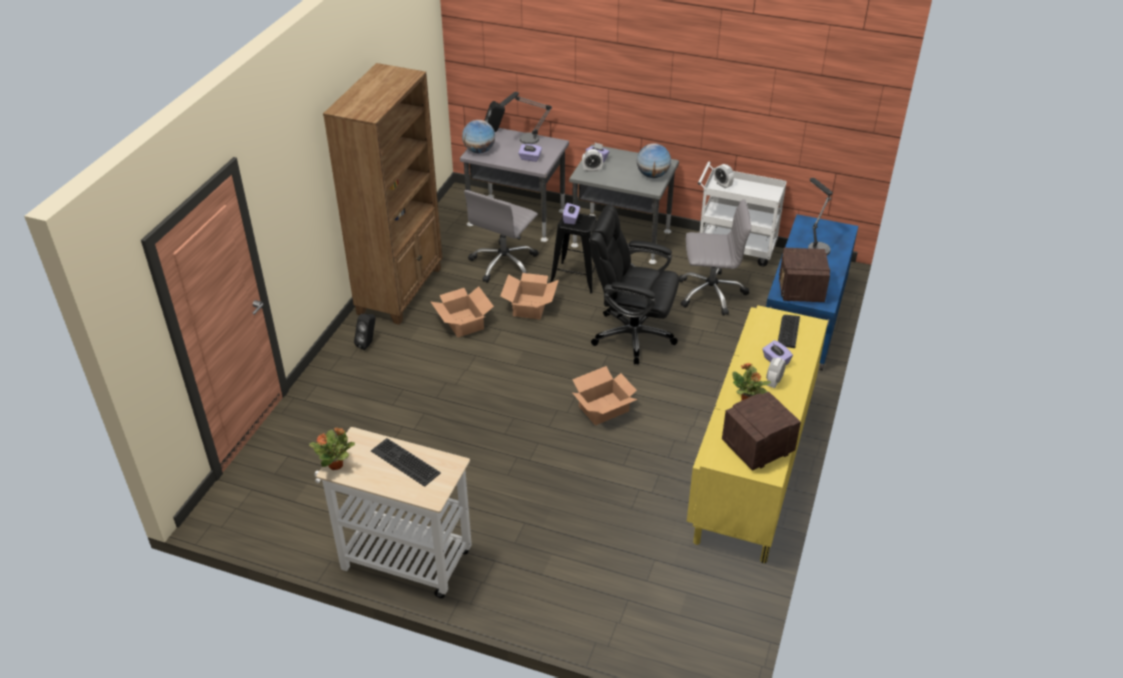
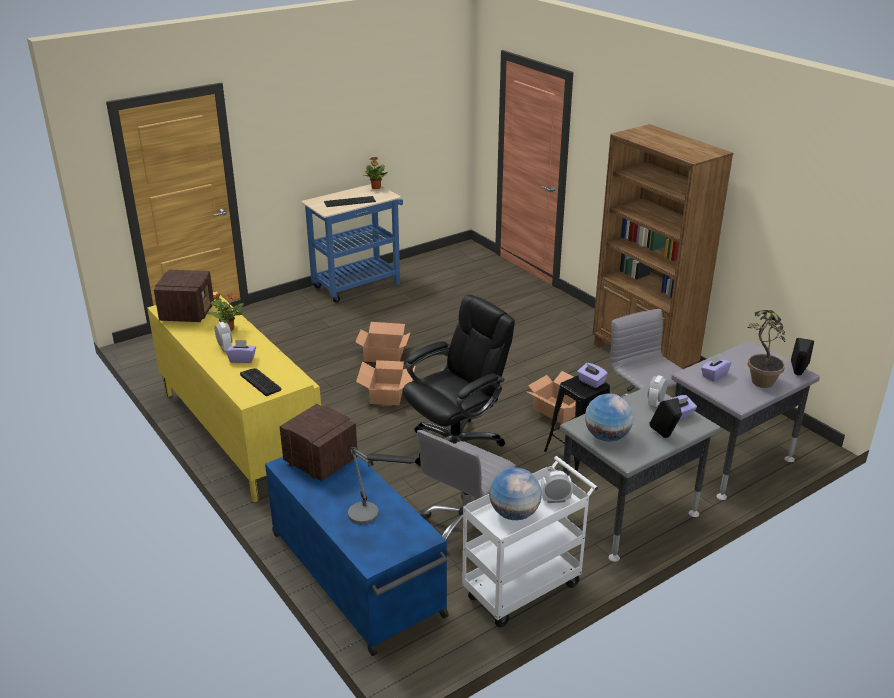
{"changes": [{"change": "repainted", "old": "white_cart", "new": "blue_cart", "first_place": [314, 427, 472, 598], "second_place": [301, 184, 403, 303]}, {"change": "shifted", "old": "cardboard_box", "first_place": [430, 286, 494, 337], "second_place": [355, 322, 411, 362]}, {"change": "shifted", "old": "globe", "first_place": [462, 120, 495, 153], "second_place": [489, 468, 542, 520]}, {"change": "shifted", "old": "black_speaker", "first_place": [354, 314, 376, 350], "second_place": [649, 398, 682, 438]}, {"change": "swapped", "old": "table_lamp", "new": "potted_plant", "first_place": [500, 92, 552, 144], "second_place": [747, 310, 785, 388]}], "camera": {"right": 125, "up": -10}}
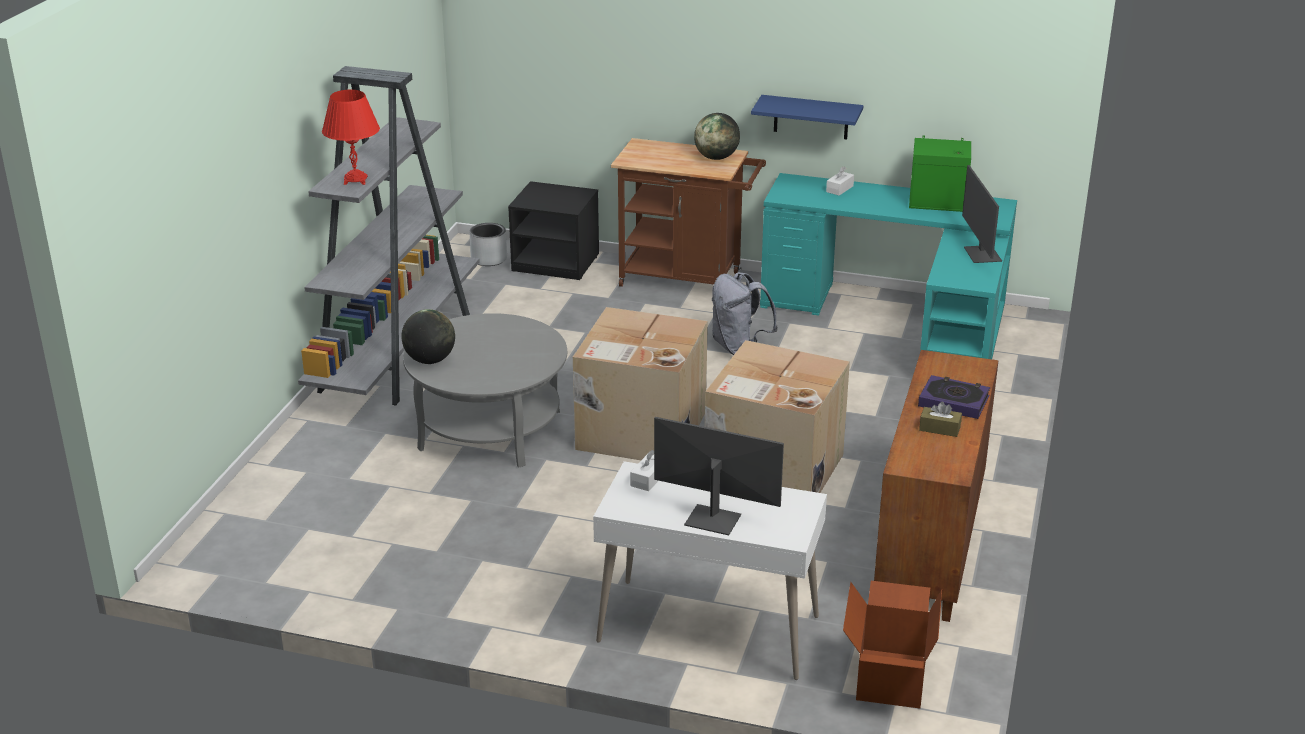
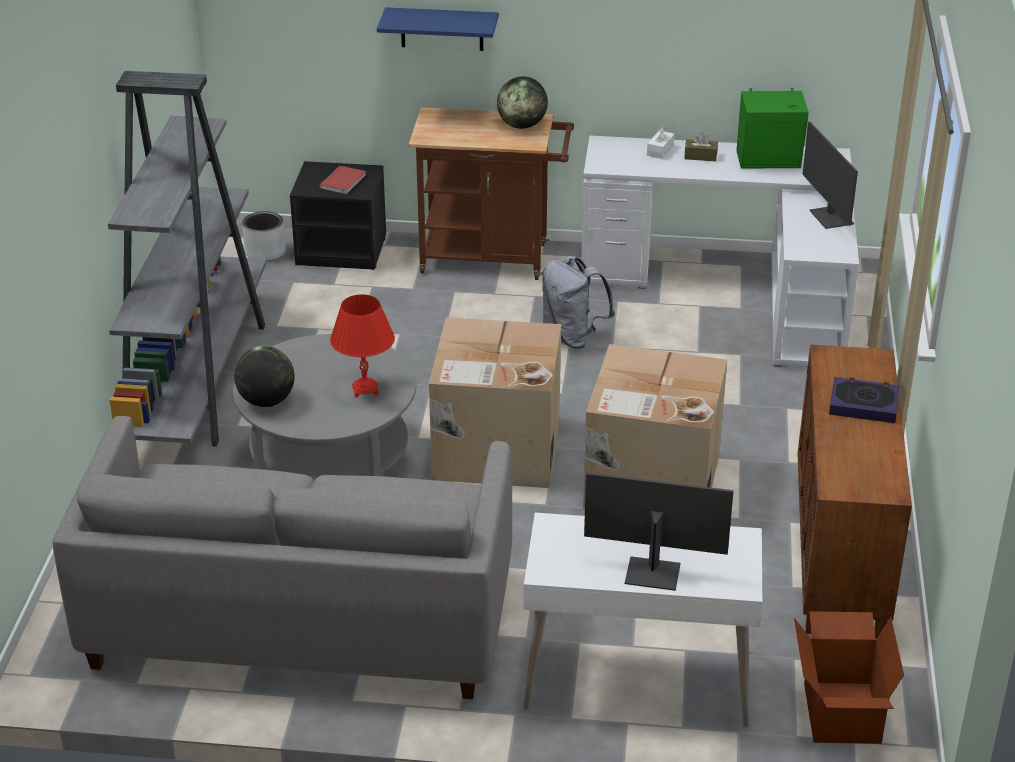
{"changes": [{"change": "new", "new": "grey_sofa", "second_place": [52, 416, 512, 699]}, {"change": "new", "new": "red_book", "second_place": [319, 166, 366, 194]}, {"change": "shifted", "old": "red_table_lamp", "first_place": [322, 90, 380, 185], "second_place": [330, 294, 395, 398]}, {"change": "shifted", "old": "blue_shelf", "first_place": [751, 95, 863, 140], "second_place": [377, 7, 499, 51]}, {"change": "repainted", "old": "turquoise_desk", "new": "white_desk", "first_place": [760, 173, 1017, 359], "second_place": [581, 136, 859, 367]}, {"change": "shifted", "old": "brown_tissue_box", "first_place": [919, 401, 962, 437], "second_place": [684, 133, 718, 161]}, {"change": "gone", "old": "white_tissue_box", "first_place": [630, 450, 658, 491]}], "camera": {"right": -10, "up": 5}}
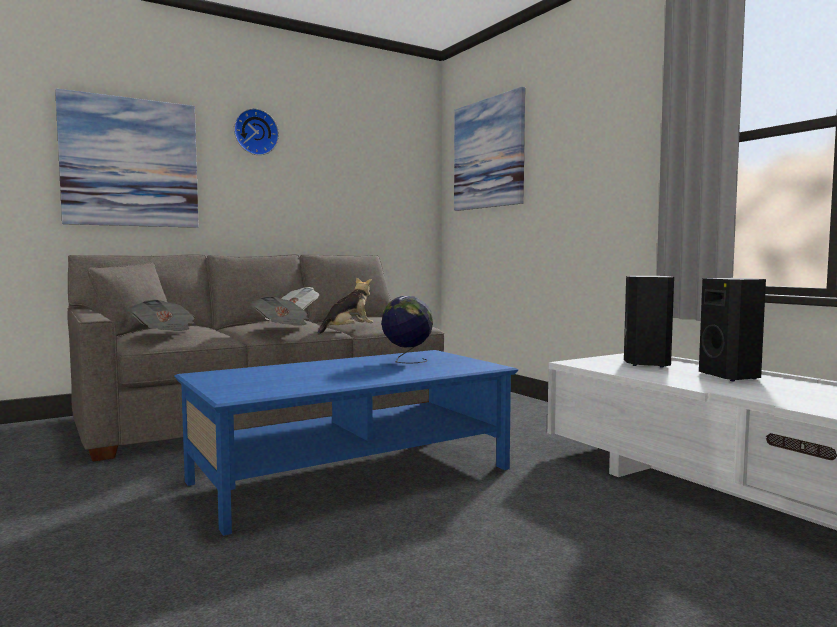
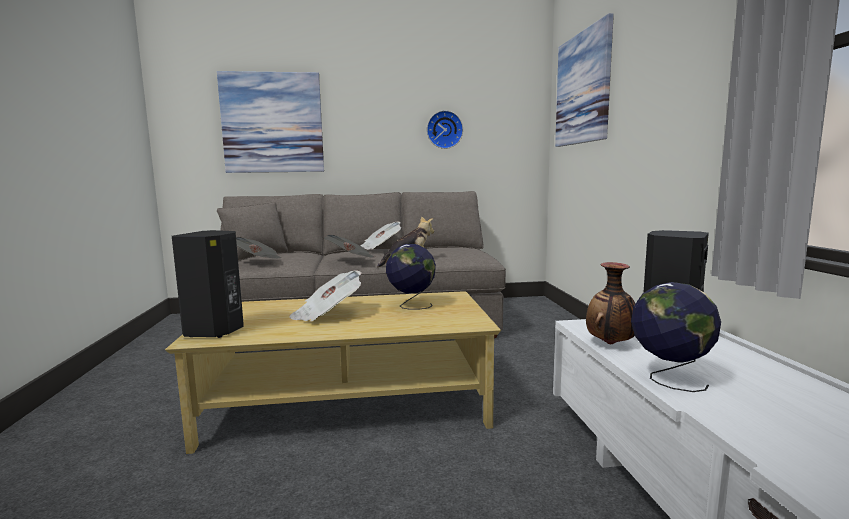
{"changes": [{"change": "repainted", "old": "blue_coffee_table", "new": "beige_coffee_table", "first_place": [174, 350, 518, 536], "second_place": [165, 291, 501, 454]}, {"change": "shifted", "old": "black_speaker", "first_place": [699, 278, 766, 381], "second_place": [172, 230, 243, 338]}, {"change": "new", "new": "newspaper", "second_place": [289, 270, 362, 321]}, {"change": "shifted", "old": "wall_clock", "first_place": [234, 108, 279, 155], "second_place": [427, 110, 463, 149]}, {"change": "new", "new": "vase", "second_place": [586, 262, 635, 344]}, {"change": "new", "new": "globe", "second_place": [631, 282, 721, 392]}], "camera": {"right": 25, "up": 5}}
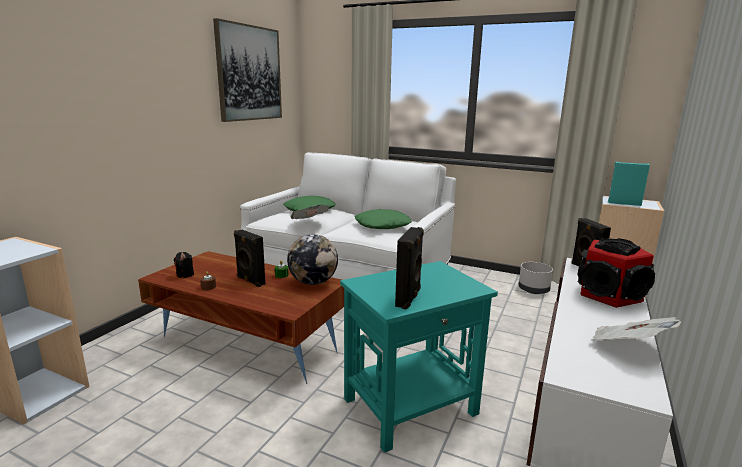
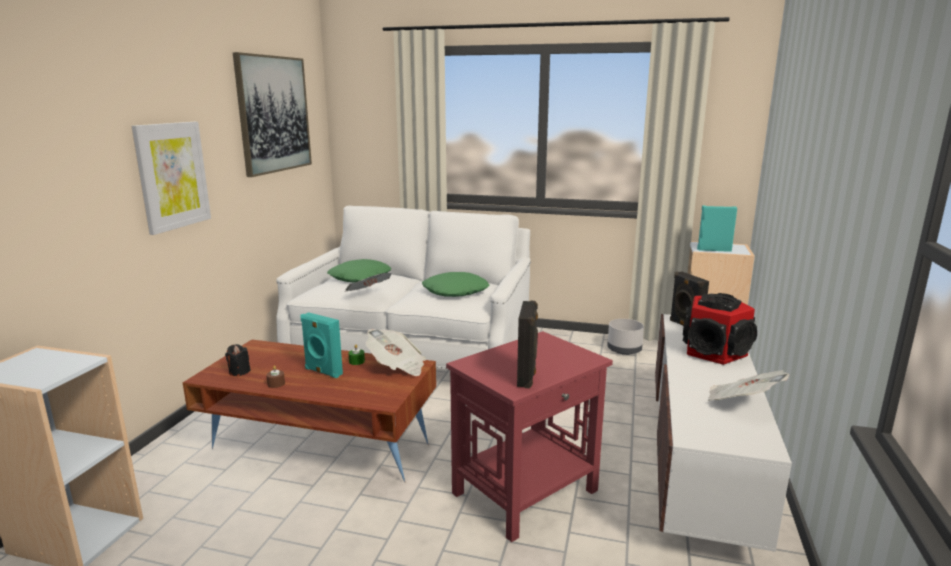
{"changes": [{"change": "new", "new": "picture", "second_place": [132, 122, 211, 235]}, {"change": "repainted", "old": "black_speaker", "new": "turquoise_speaker", "first_place": [234, 230, 266, 287], "second_place": [301, 312, 343, 378]}, {"change": "swapped", "old": "globe", "new": "newspaper", "first_place": [287, 234, 338, 285], "second_place": [366, 329, 426, 376]}, {"change": "repainted", "old": "turquoise_side_table", "new": "red_side_table", "first_place": [340, 261, 498, 453], "second_place": [446, 331, 613, 542]}], "camera": {"right": -10, "up": 0}}
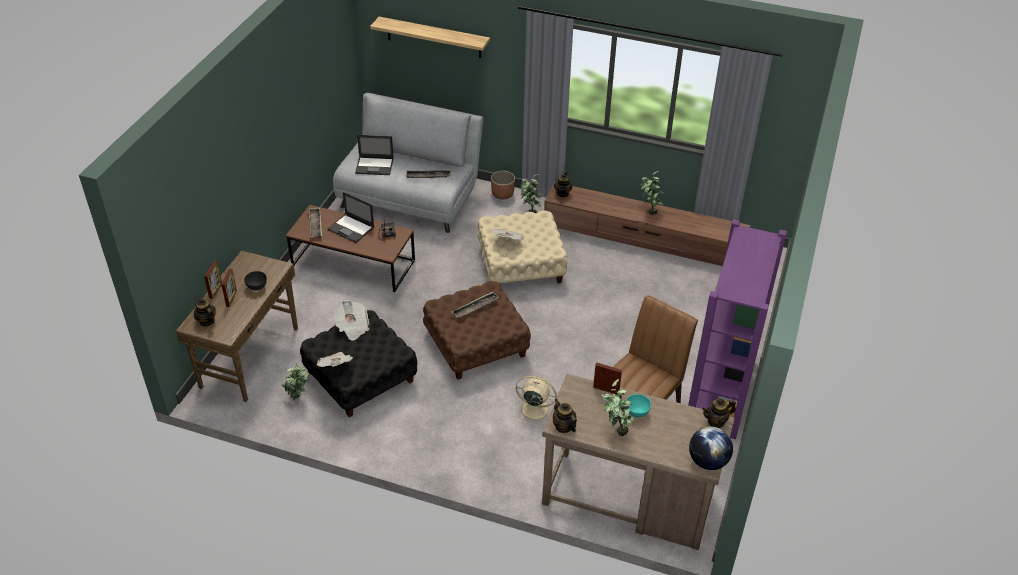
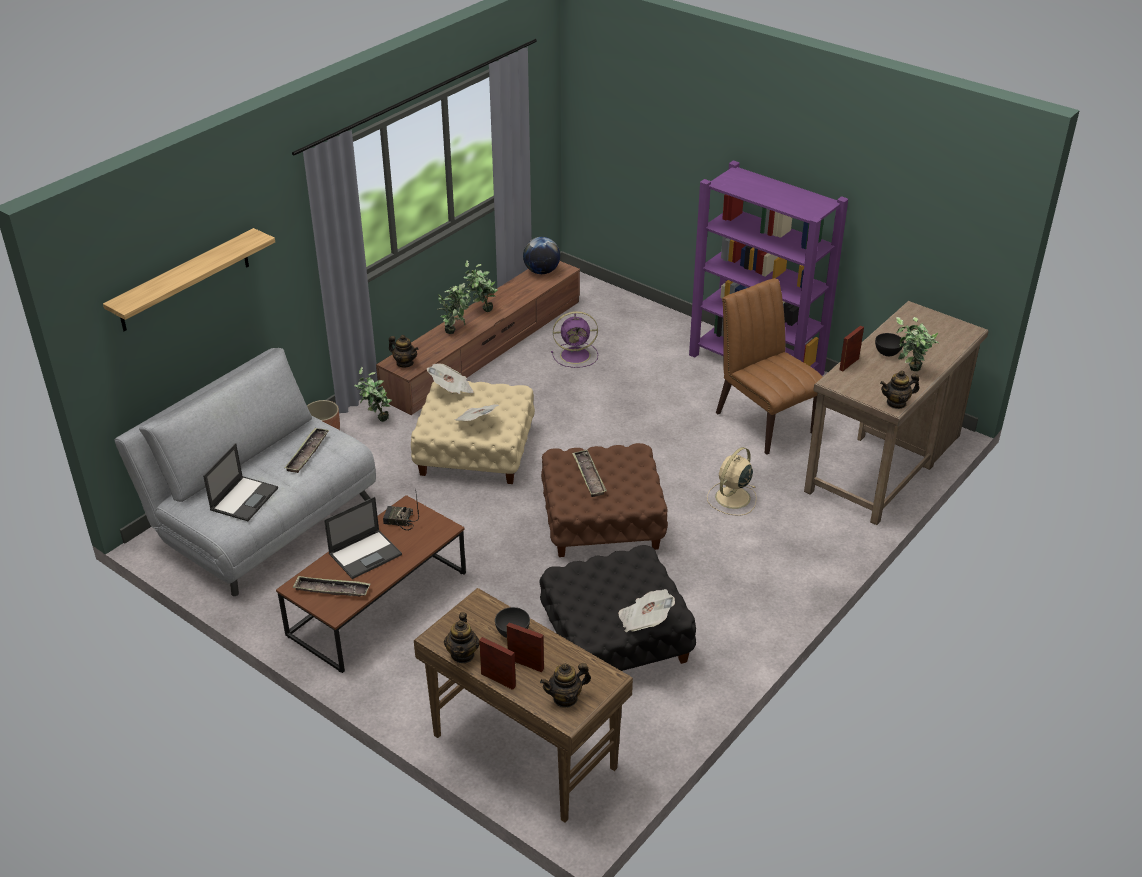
{"changes": [{"change": "shifted", "old": "newspaper", "first_place": [334, 300, 369, 341], "second_place": [427, 363, 474, 394]}, {"change": "shifted", "old": "potted_plant", "first_place": [281, 363, 309, 400], "second_place": [437, 283, 471, 334]}, {"change": "shifted", "old": "teapot", "first_place": [702, 398, 736, 428], "second_place": [444, 612, 479, 663]}, {"change": "shifted", "old": "globe", "first_place": [689, 426, 733, 470], "second_place": [523, 237, 560, 274]}, {"change": "new", "new": "purple_fan", "second_place": [551, 311, 598, 368]}, {"change": "repainted", "old": "turquoise_bowl", "new": "black_bowl", "first_place": [627, 394, 651, 417], "second_place": [875, 333, 904, 356]}], "camera": {"right": -70, "up": -5}}
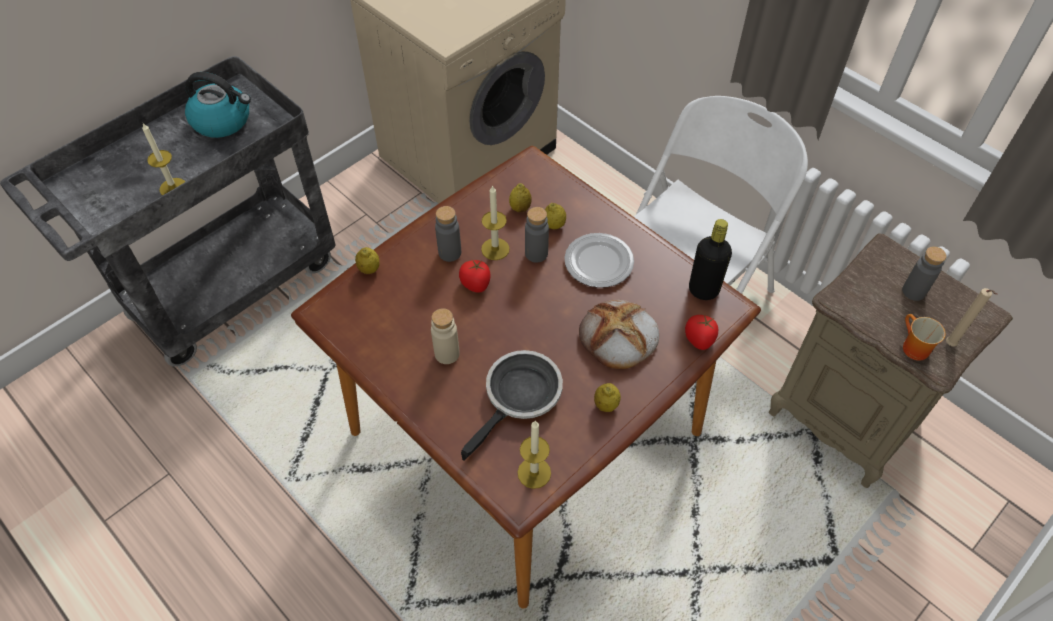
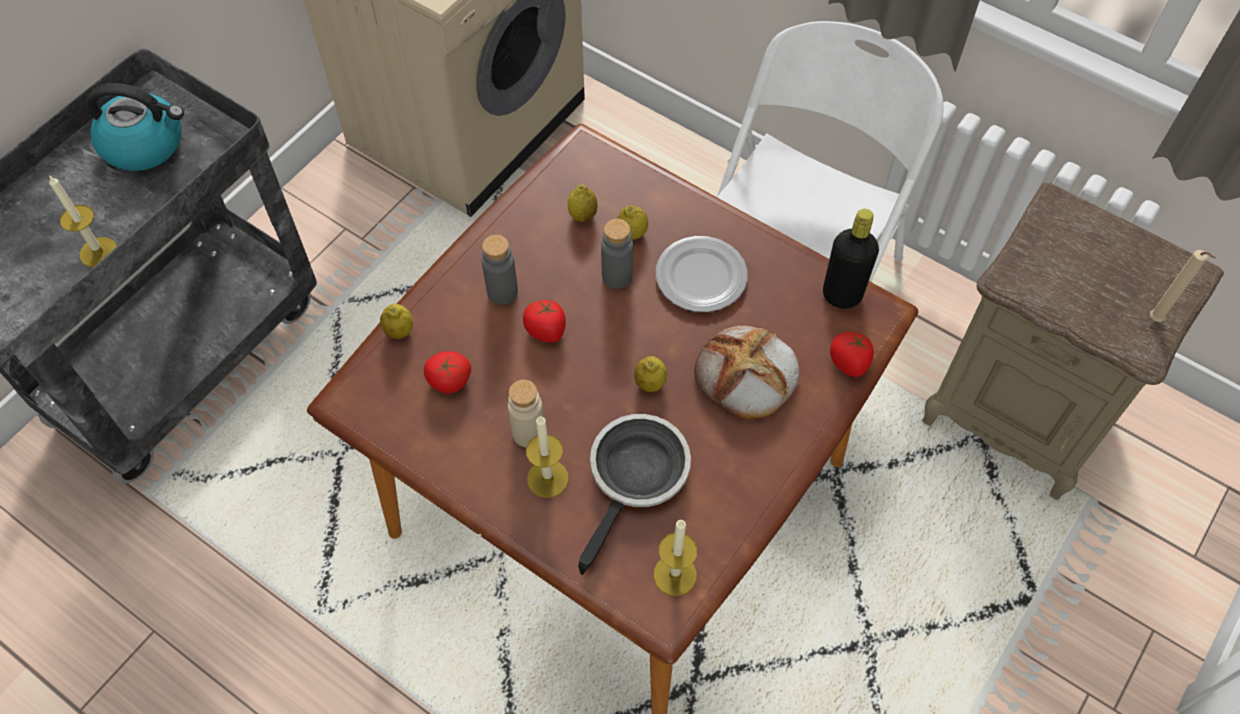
{"changes": [{"change": "new", "new": "tomato", "second_place": [424, 351, 471, 394]}, {"change": "shifted", "old": "candle", "first_place": [481, 185, 510, 260], "second_place": [526, 415, 569, 498]}, {"change": "shifted", "old": "lemon", "first_place": [594, 383, 621, 412], "second_place": [634, 356, 667, 392]}, {"change": "gone", "old": "grey_bottle", "first_place": [902, 246, 946, 301]}, {"change": "gone", "old": "mug", "first_place": [903, 314, 945, 361]}], "camera": {"right": -10, "up": 5}}
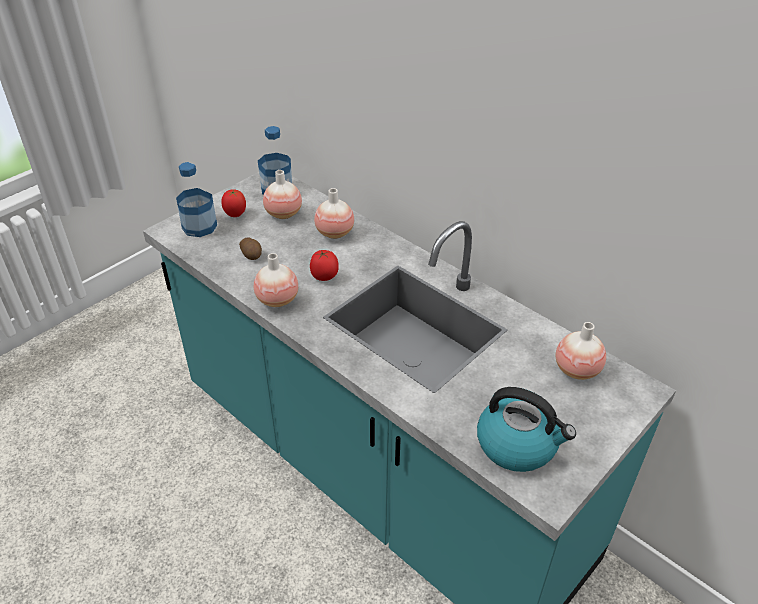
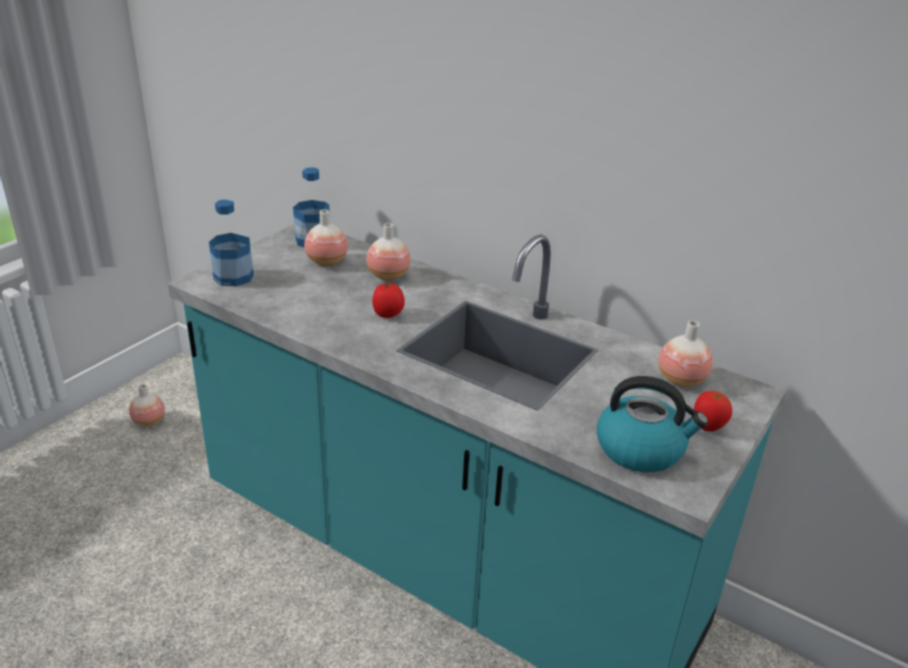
{"changes": [{"change": "shifted", "old": "vase", "first_place": [254, 253, 298, 307], "second_place": [129, 384, 165, 426]}, {"change": "shifted", "old": "tomato", "first_place": [221, 189, 246, 217], "second_place": [694, 391, 732, 431]}, {"change": "gone", "old": "potato", "first_place": [239, 238, 262, 260]}], "camera": {"right": -10, "up": -10}}
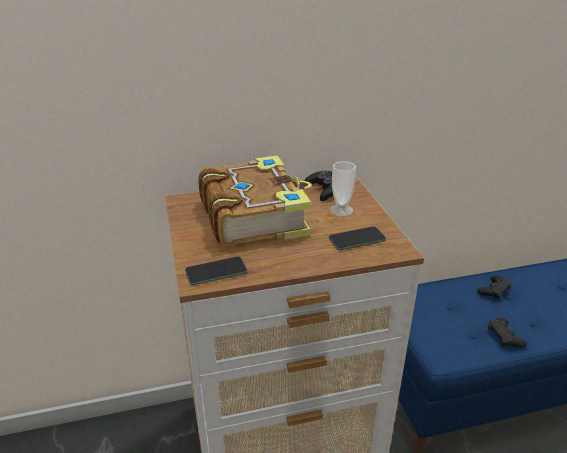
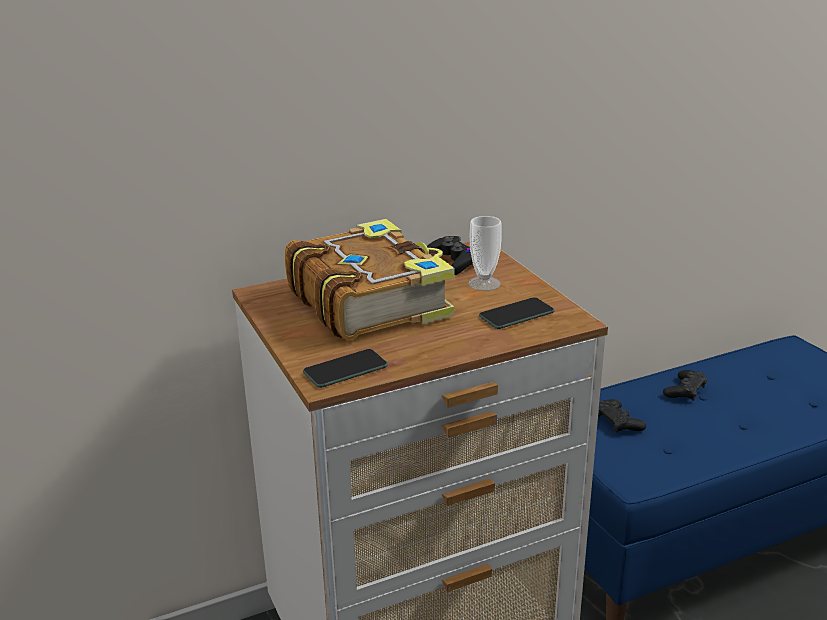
{"changes": [{"change": "shifted", "old": "black_game_controller", "first_place": [488, 318, 527, 347], "second_place": [598, 399, 646, 433]}], "camera": {"right": -10, "up": -5}}
